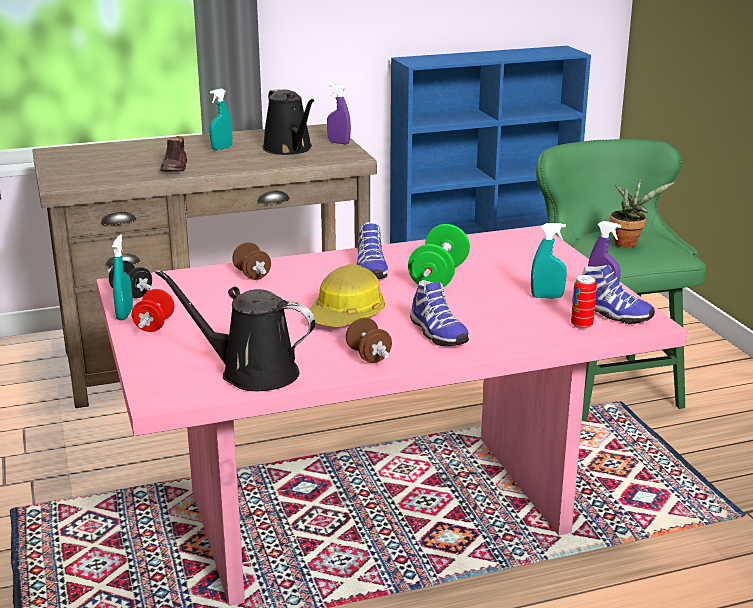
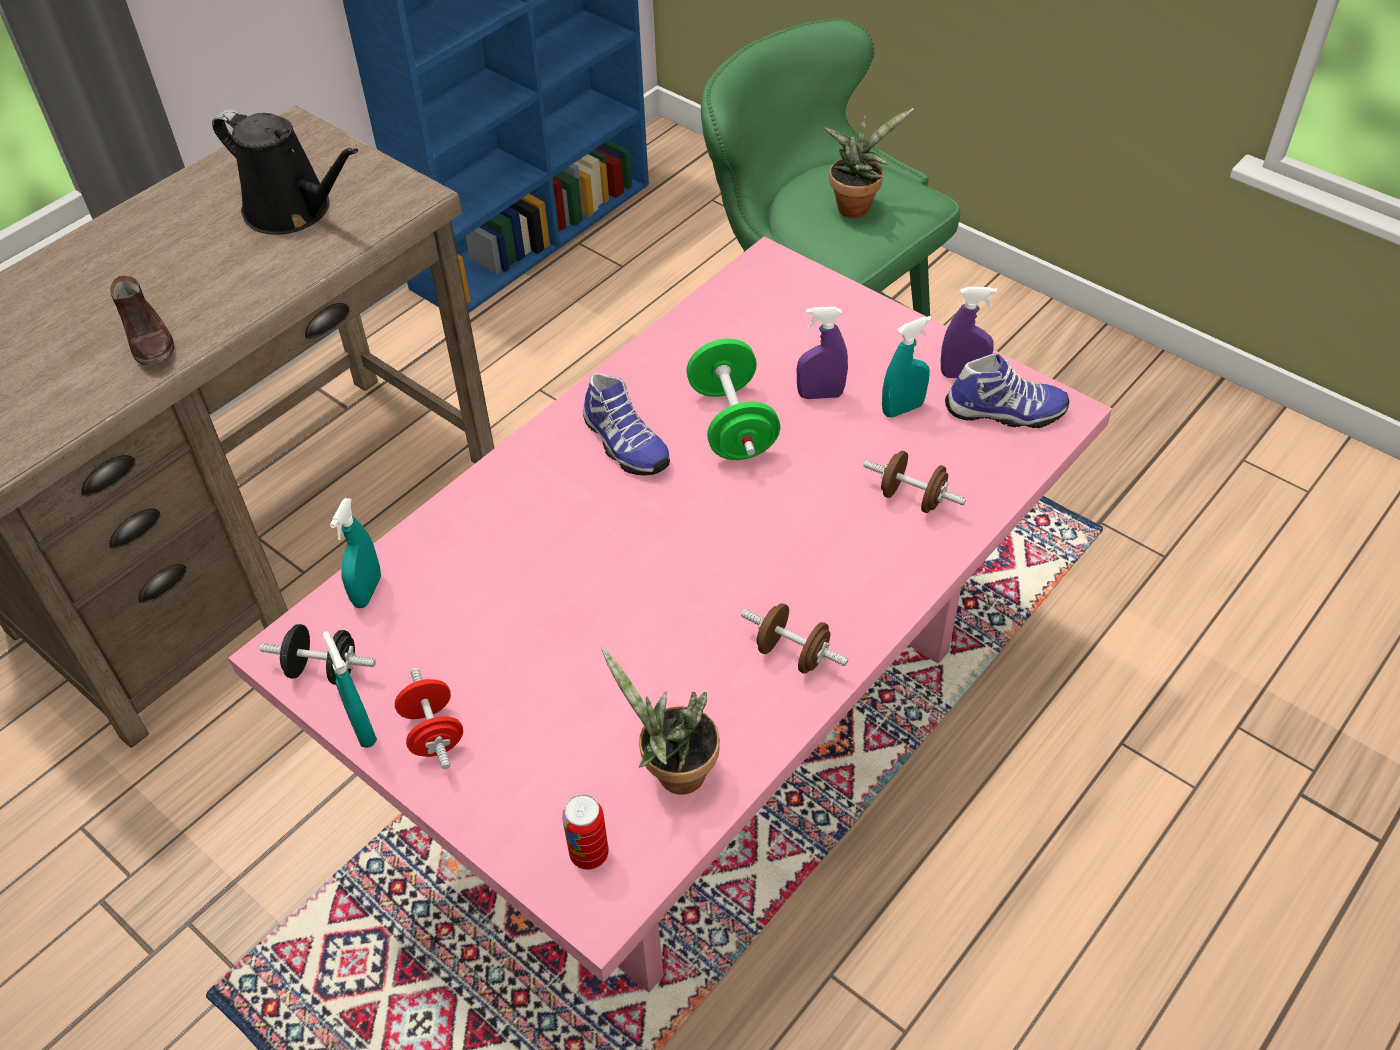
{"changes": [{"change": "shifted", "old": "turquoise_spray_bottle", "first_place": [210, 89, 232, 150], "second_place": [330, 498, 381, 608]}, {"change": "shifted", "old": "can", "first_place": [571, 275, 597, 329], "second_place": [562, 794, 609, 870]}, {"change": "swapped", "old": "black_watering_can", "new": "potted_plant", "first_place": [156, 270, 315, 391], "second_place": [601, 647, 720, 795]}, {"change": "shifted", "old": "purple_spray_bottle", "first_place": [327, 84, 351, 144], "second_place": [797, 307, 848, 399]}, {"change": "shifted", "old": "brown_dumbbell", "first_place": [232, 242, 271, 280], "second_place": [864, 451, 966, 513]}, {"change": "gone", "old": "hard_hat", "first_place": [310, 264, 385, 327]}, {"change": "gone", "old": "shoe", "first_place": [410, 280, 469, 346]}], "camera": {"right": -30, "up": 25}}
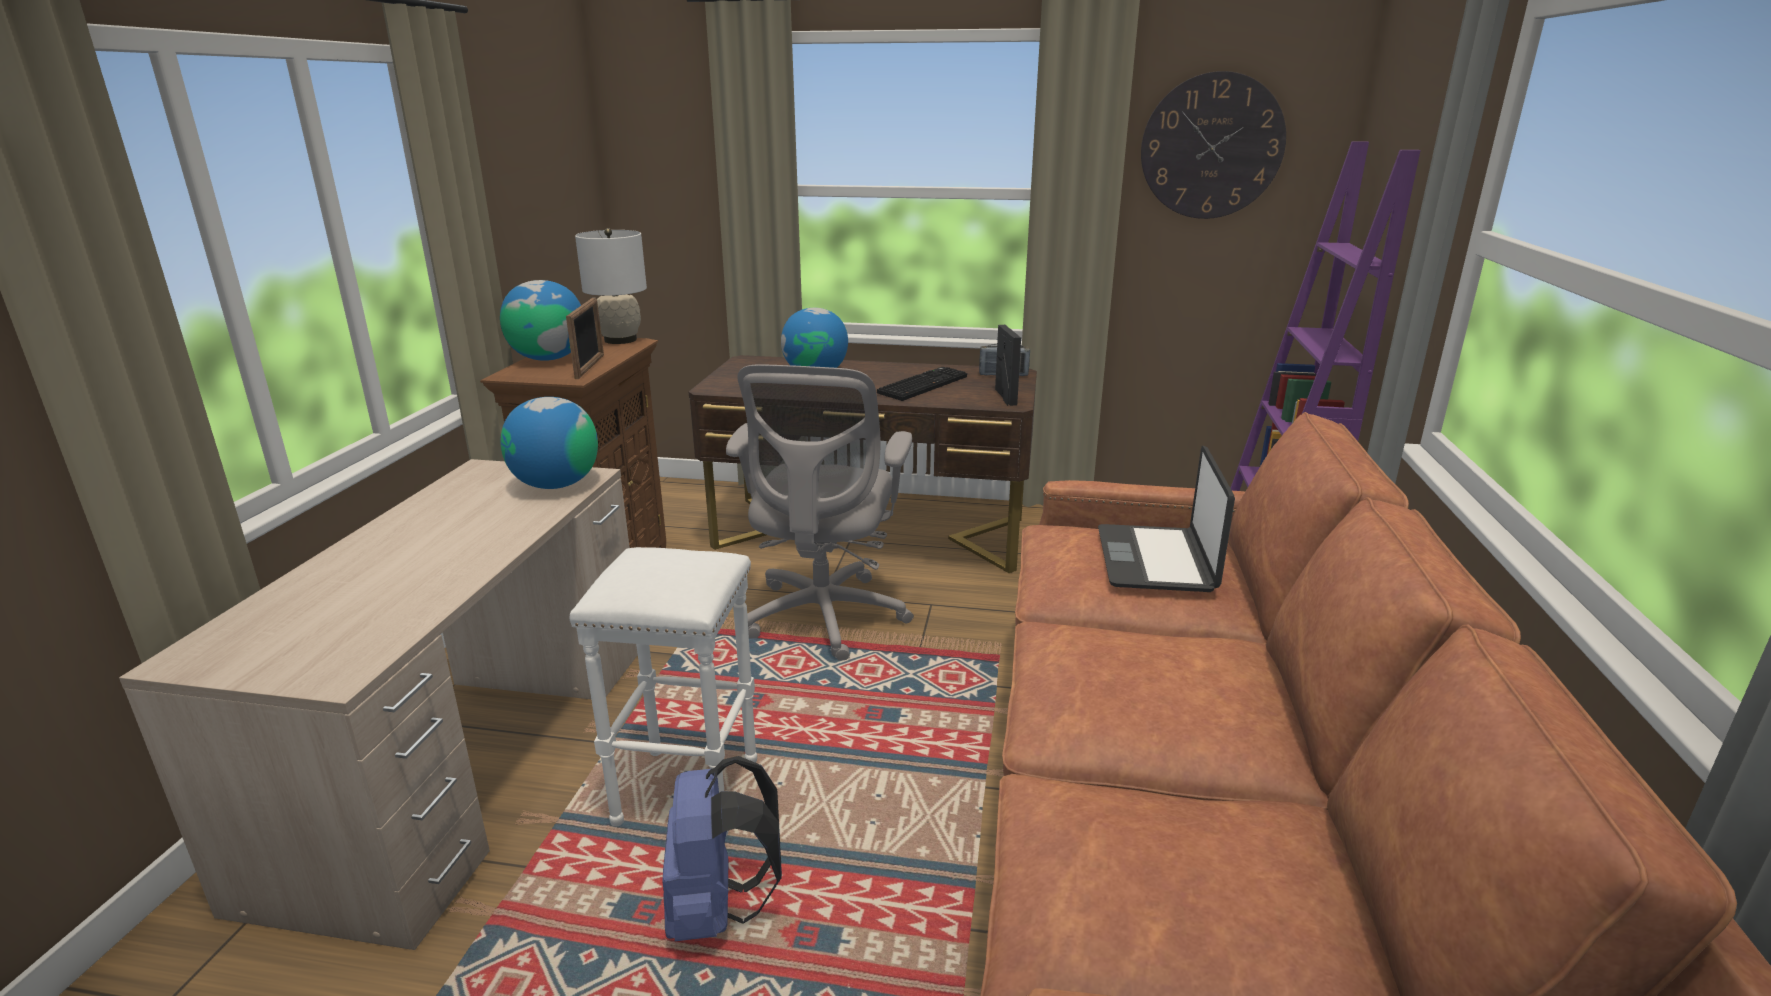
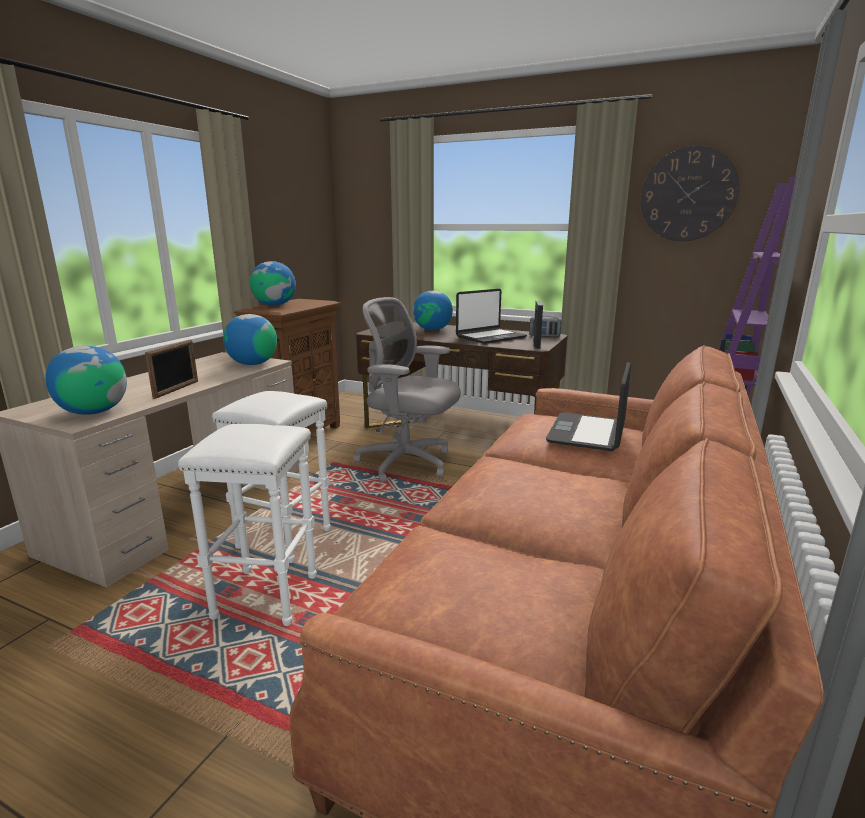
{"changes": [{"change": "new", "new": "globe", "second_place": [45, 346, 127, 415]}, {"change": "shifted", "old": "picture_frame", "first_place": [566, 298, 604, 379], "second_place": [145, 340, 198, 399]}, {"change": "swapped", "old": "blue_backpack", "new": "white_stool", "first_place": [662, 756, 782, 941], "second_place": [178, 424, 317, 626]}, {"change": "rotated", "old": "grey_office_chair", "first_place": [726, 364, 914, 661], "second_place": [354, 297, 461, 483], "degrees": 90}, {"change": "swapped", "old": "keyboard", "new": "laptop", "first_place": [877, 367, 967, 401], "second_place": [456, 289, 527, 344]}, {"change": "gone", "old": "white_table_lamp", "first_place": [575, 228, 647, 344]}], "camera": {"right": 15, "up": -5}}
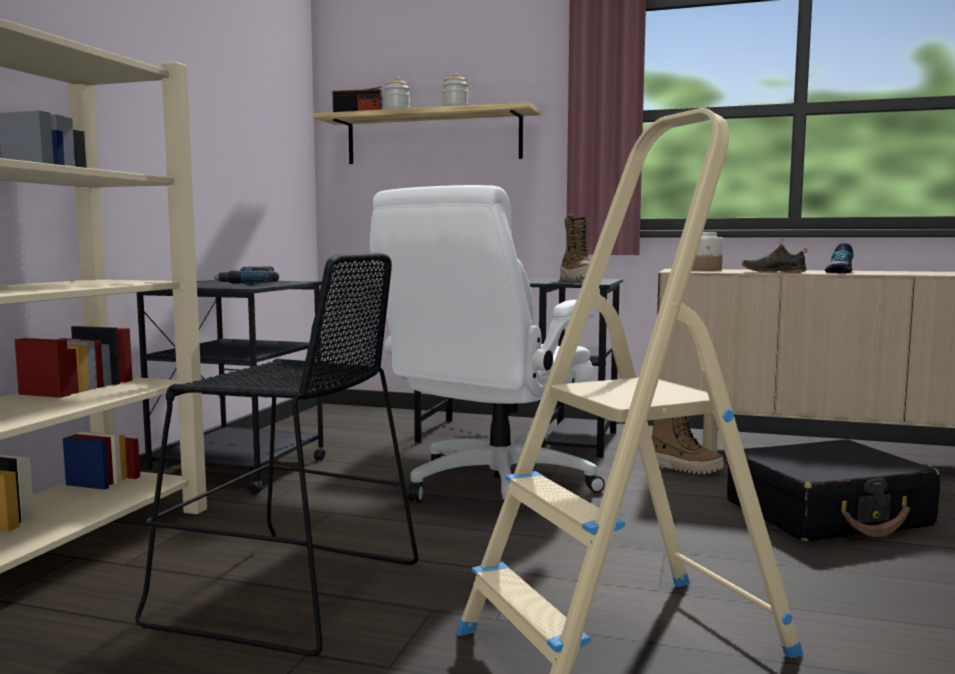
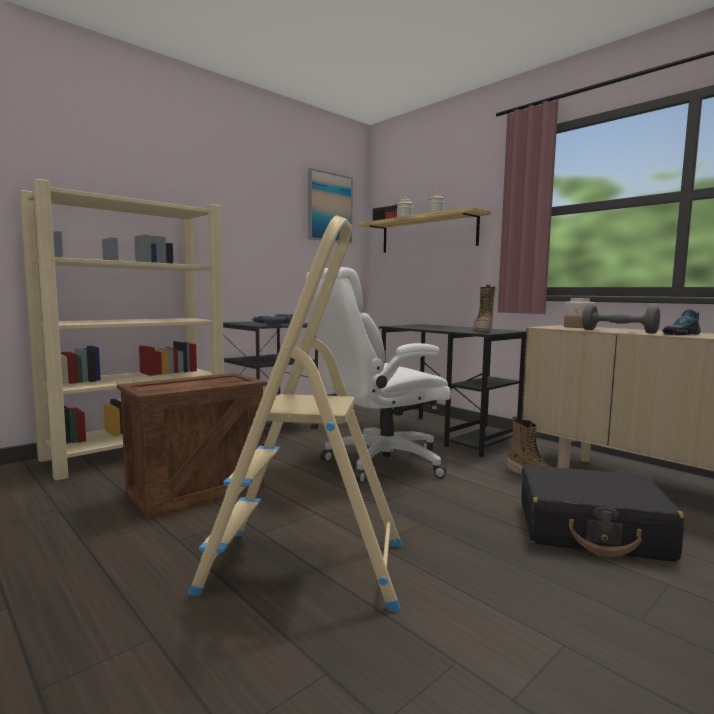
{"changes": [{"change": "swapped", "old": "black_stool", "new": "crate", "first_place": [135, 252, 418, 656], "second_place": [117, 373, 267, 519]}, {"change": "new", "new": "picture", "second_place": [308, 168, 353, 244]}, {"change": "swapped", "old": "black_shoe", "new": "grey_dumbbell", "first_place": [742, 239, 808, 273], "second_place": [582, 305, 660, 334]}], "camera": {"right": 30, "up": 0}}
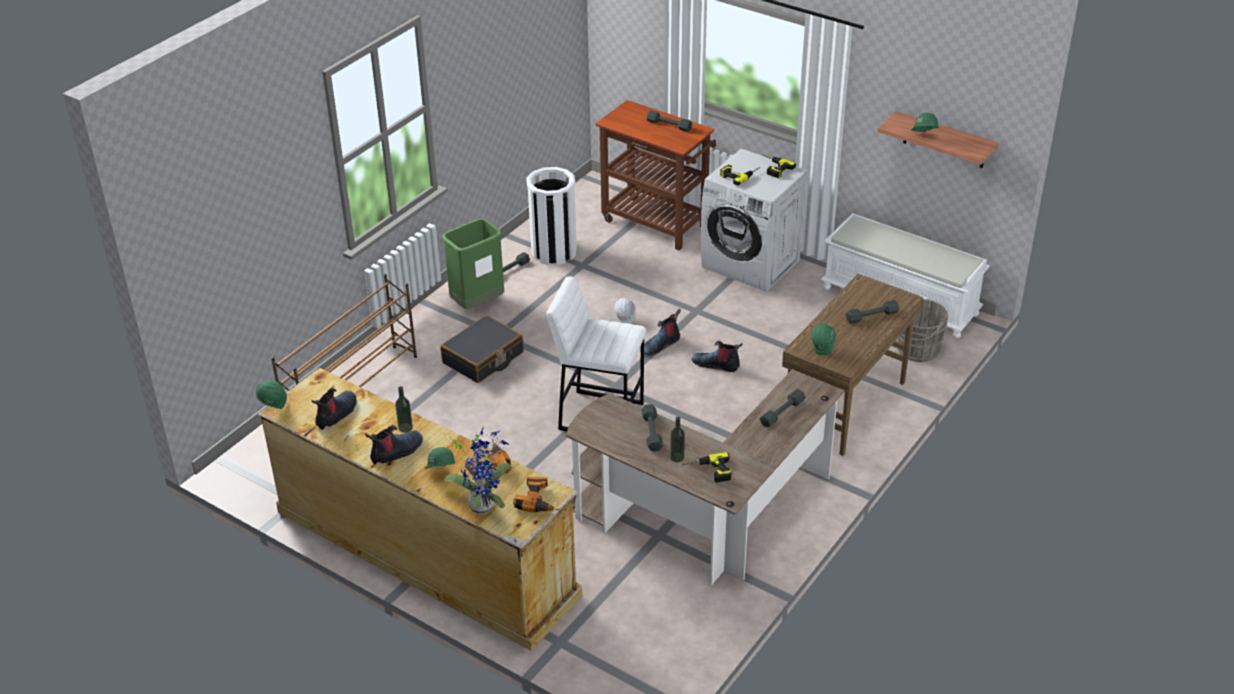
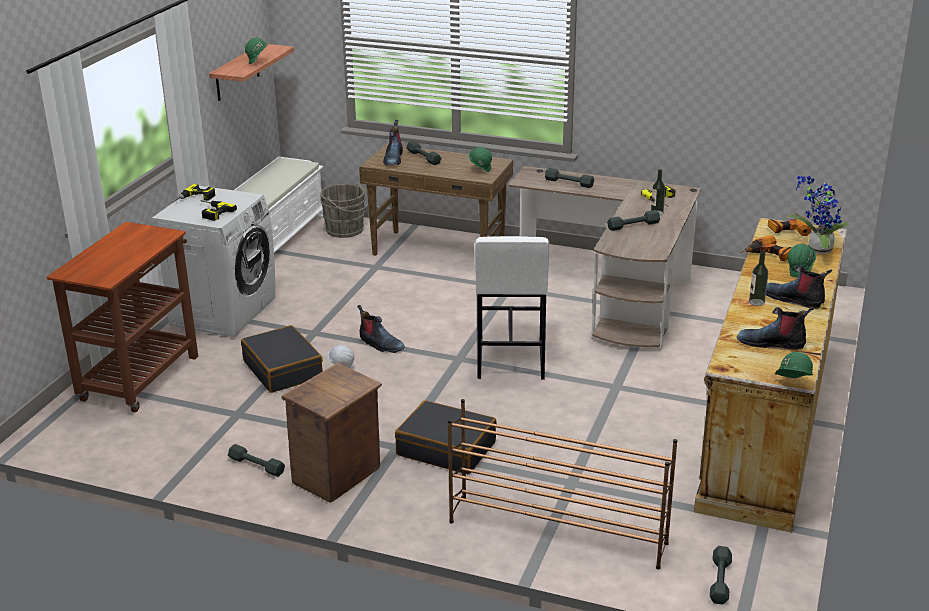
{"changes": [{"change": "new", "new": "black_suitcase", "second_place": [241, 325, 323, 393]}, {"change": "swapped", "old": "green_trash_can", "new": "crate", "first_place": [442, 218, 504, 309], "second_place": [282, 363, 382, 503]}, {"change": "shifted", "old": "boot", "first_place": [691, 341, 743, 372], "second_place": [383, 120, 403, 166]}, {"change": "shifted", "old": "grey_dumbbell", "first_place": [646, 110, 692, 132], "second_place": [710, 546, 732, 604]}, {"change": "gone", "old": "white_trash_can", "first_place": [526, 167, 577, 265]}], "camera": {"right": -105, "up": -10}}
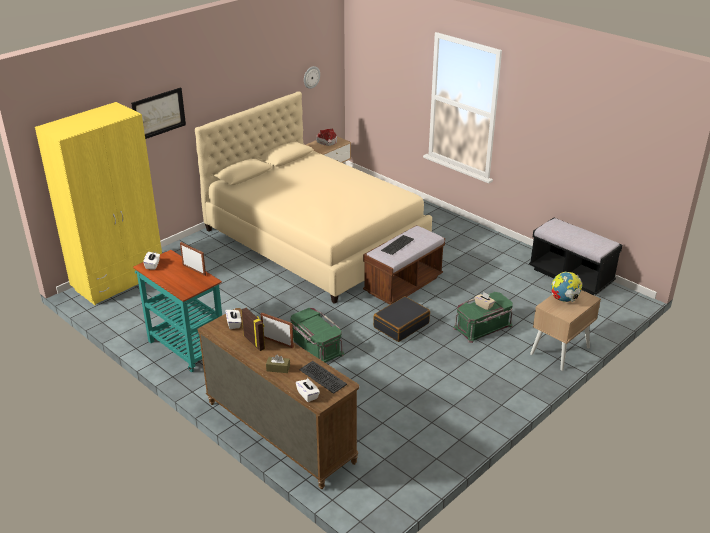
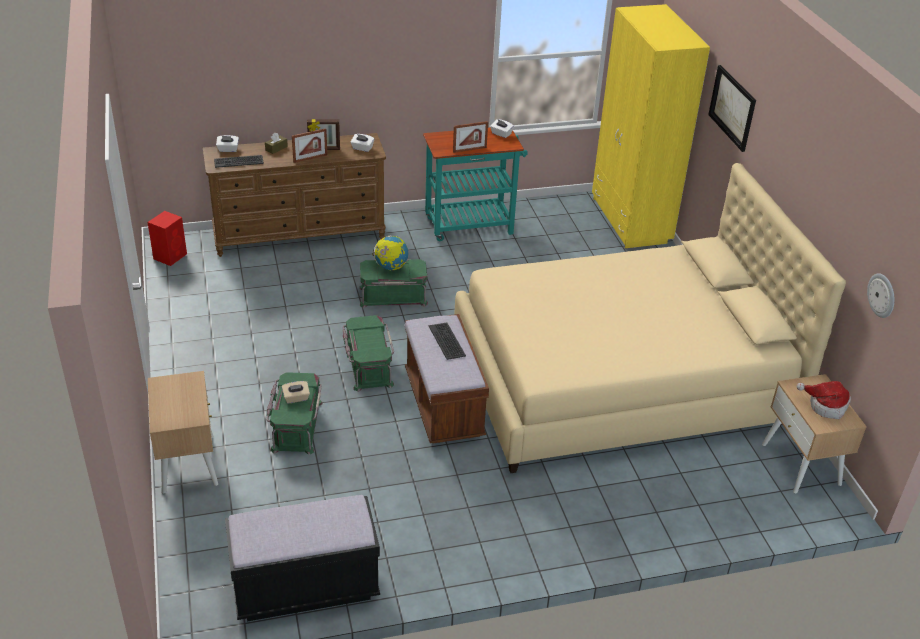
{"changes": [{"change": "new", "new": "red_speaker", "second_place": [148, 211, 187, 266]}, {"change": "swapped", "old": "black_suitcase", "new": "green_storage_box", "first_place": [373, 296, 430, 342], "second_place": [342, 315, 394, 392]}, {"change": "shifted", "old": "globe", "first_place": [551, 272, 583, 302], "second_place": [372, 236, 408, 270]}], "camera": {"right": 120, "up": 5}}
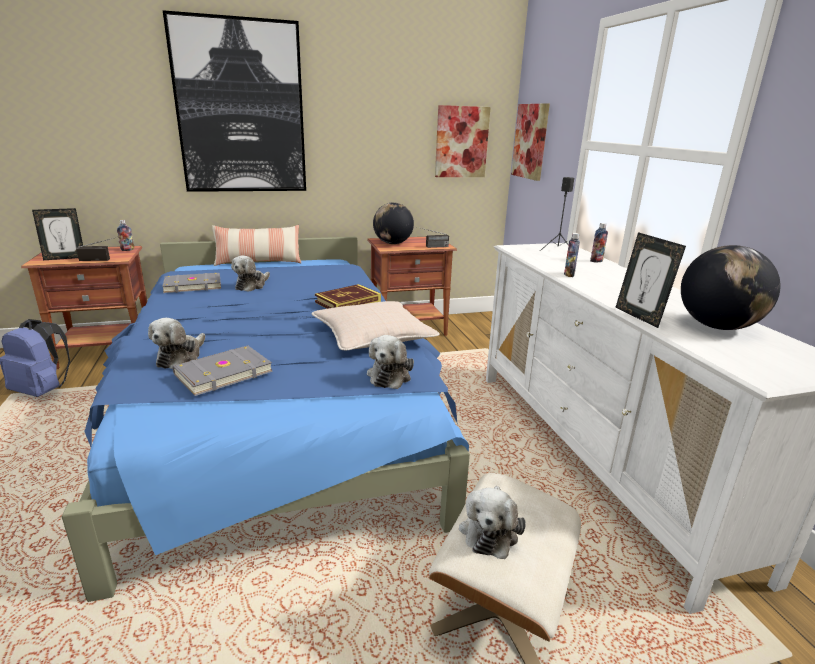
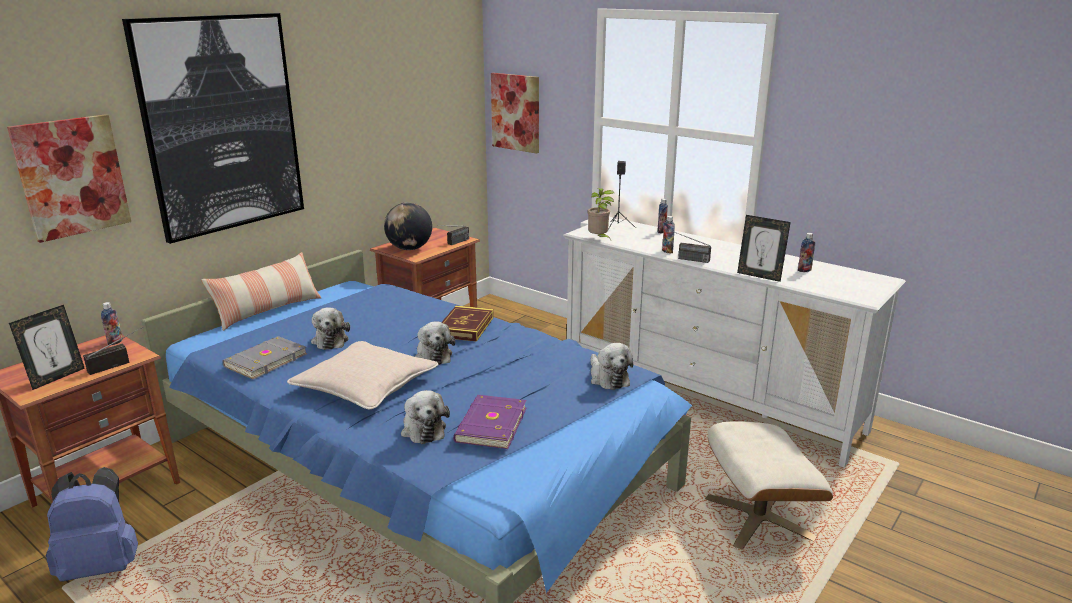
{"changes": [{"change": "shifted", "old": "picture", "first_place": [435, 105, 491, 177], "second_place": [7, 114, 131, 243]}, {"change": "shifted", "old": "beige_pillow", "first_place": [312, 301, 440, 351], "second_place": [287, 341, 438, 410]}, {"change": "shifted", "old": "plush_toy", "first_place": [459, 486, 526, 559], "second_place": [415, 322, 455, 365]}, {"change": "repainted", "old": "grey_book", "new": "purple_book", "first_place": [172, 345, 273, 396], "second_place": [453, 395, 527, 449]}, {"change": "new", "new": "potted_plant", "second_place": [588, 188, 614, 240]}, {"change": "new", "new": "radio", "second_place": [667, 229, 711, 263]}, {"change": "swapped", "old": "globe", "new": "bottle", "first_place": [681, 245, 781, 330], "second_place": [798, 233, 815, 272]}], "camera": {"right": -35, "up": 0}}
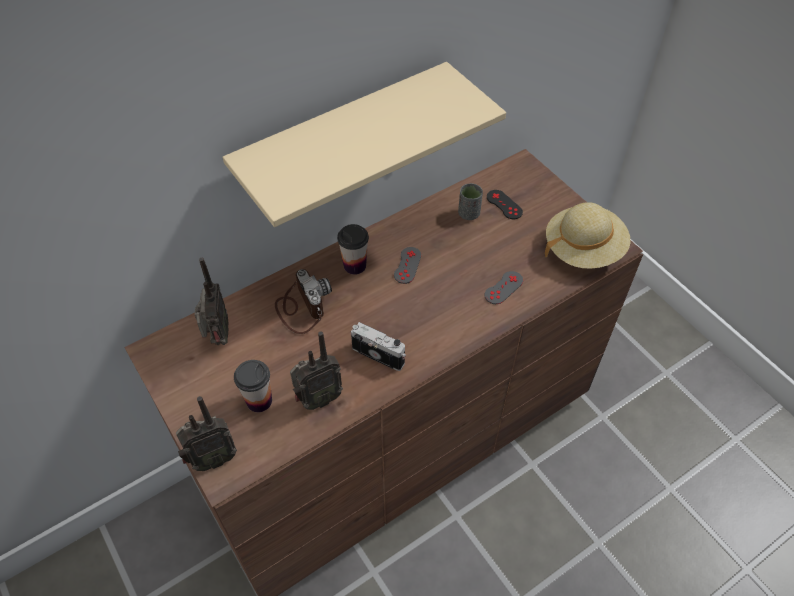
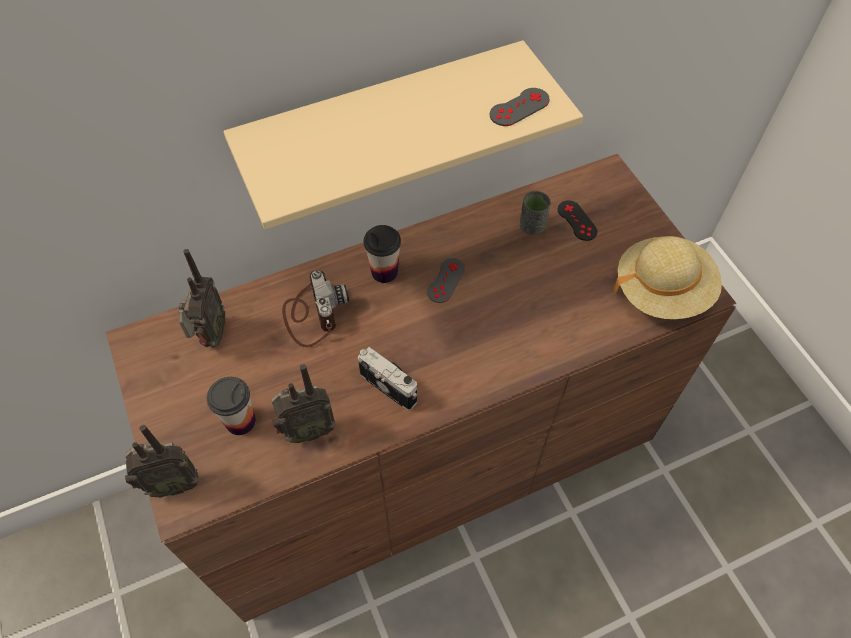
{"changes": [{"change": "shifted", "old": "grey_game_controller", "first_place": [484, 271, 523, 304], "second_place": [490, 88, 550, 126]}], "camera": {"right": 10, "up": 5}}
